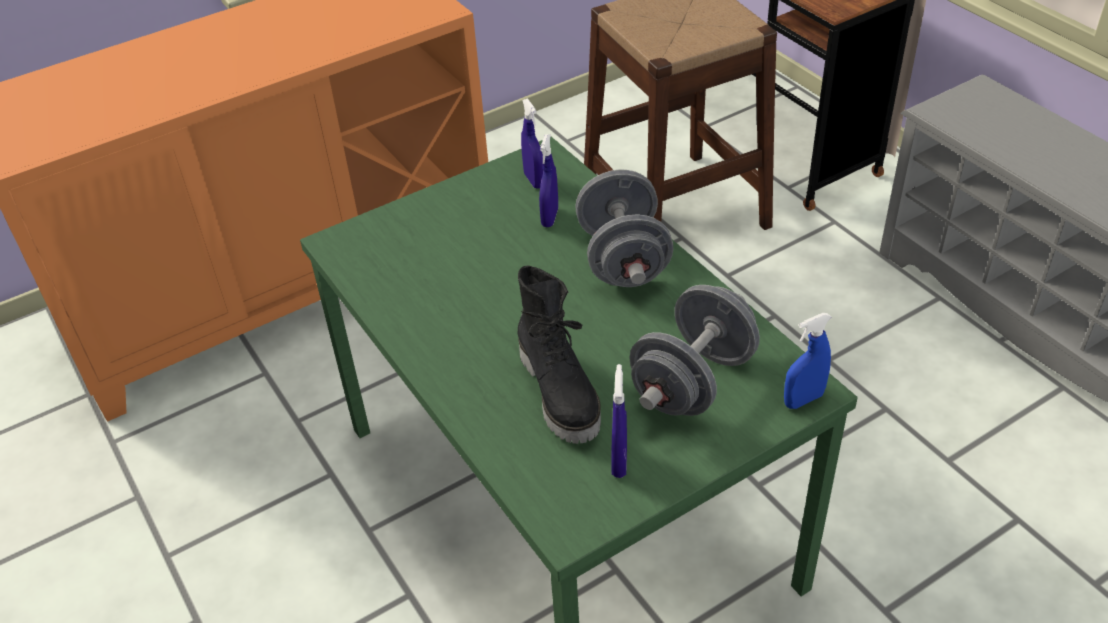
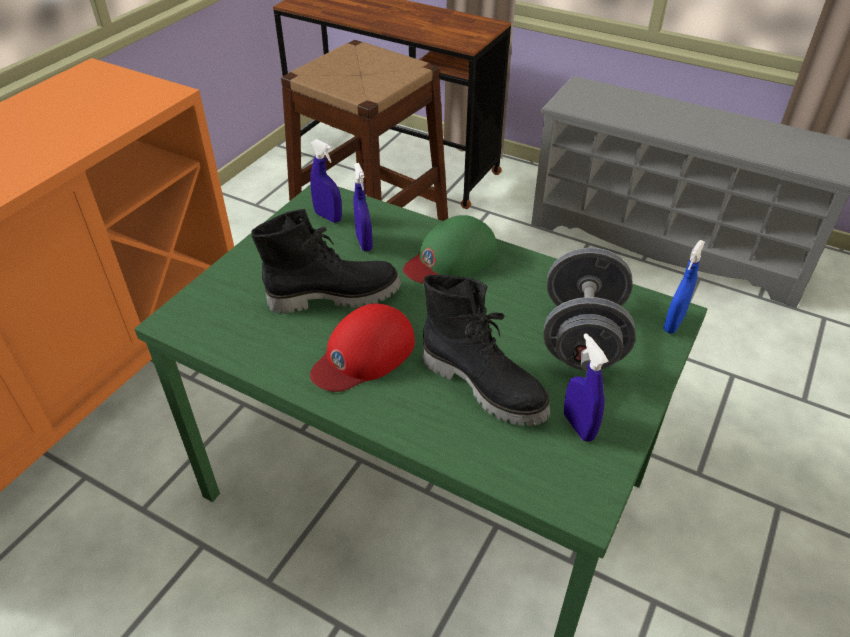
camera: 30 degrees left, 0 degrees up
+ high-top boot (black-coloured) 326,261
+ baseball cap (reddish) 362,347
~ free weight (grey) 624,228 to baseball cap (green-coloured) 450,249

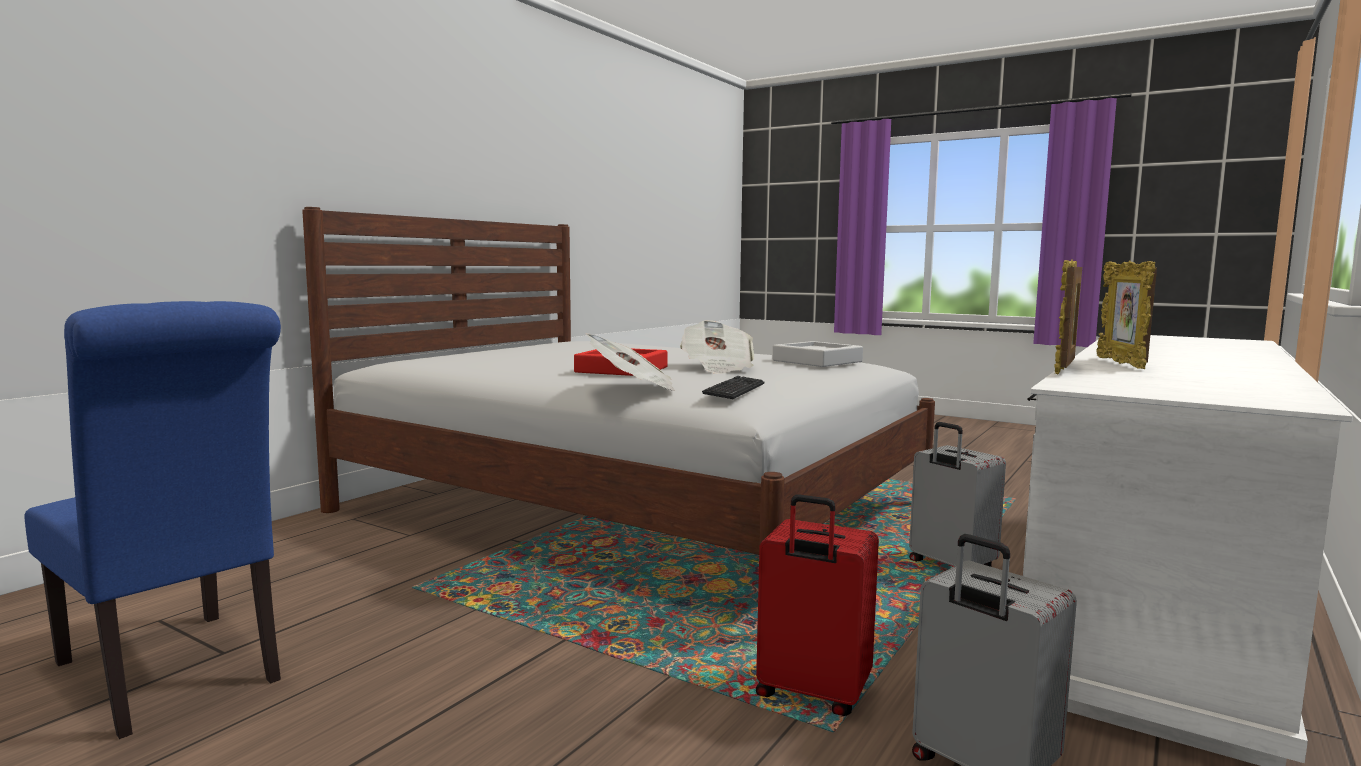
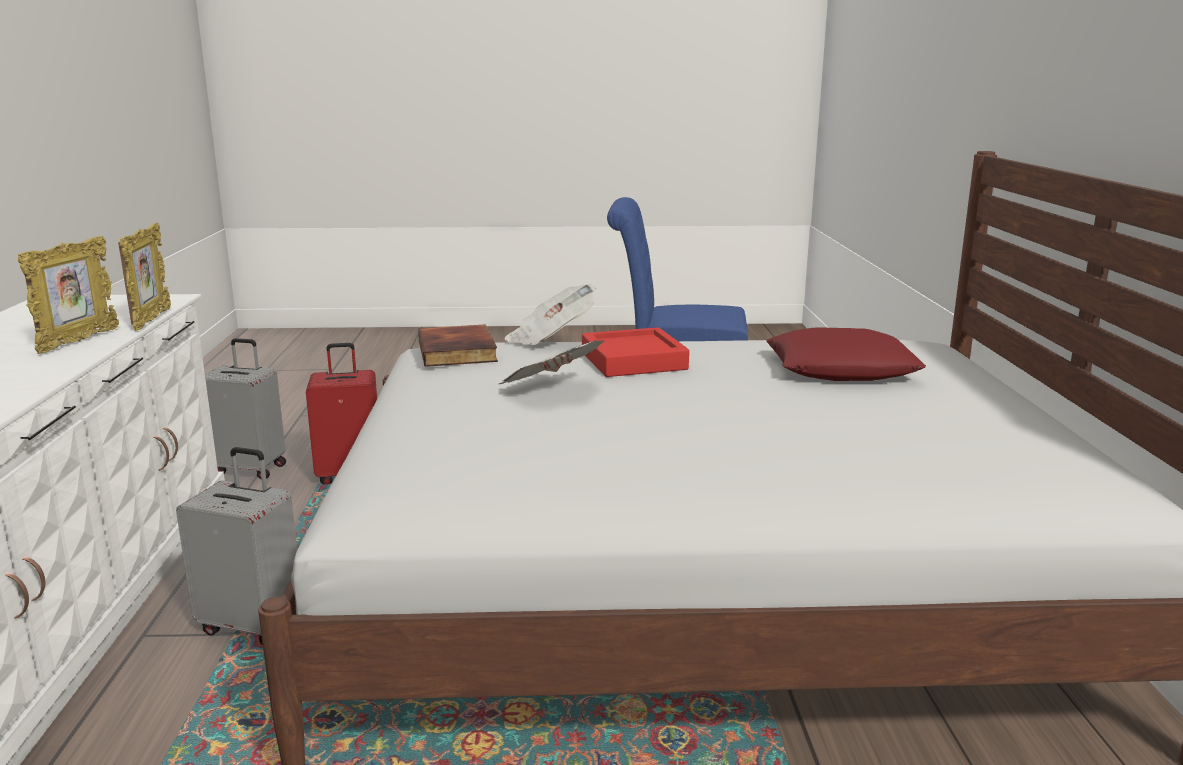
camera: 145 degrees right, 10 degrees up
~ standing frame 1127,314 = 68,295 45 degrees clockwise
~ keyboard 733,387 to book 458,345
+ pillow (reddish) 846,354
- tray (grey) 818,354

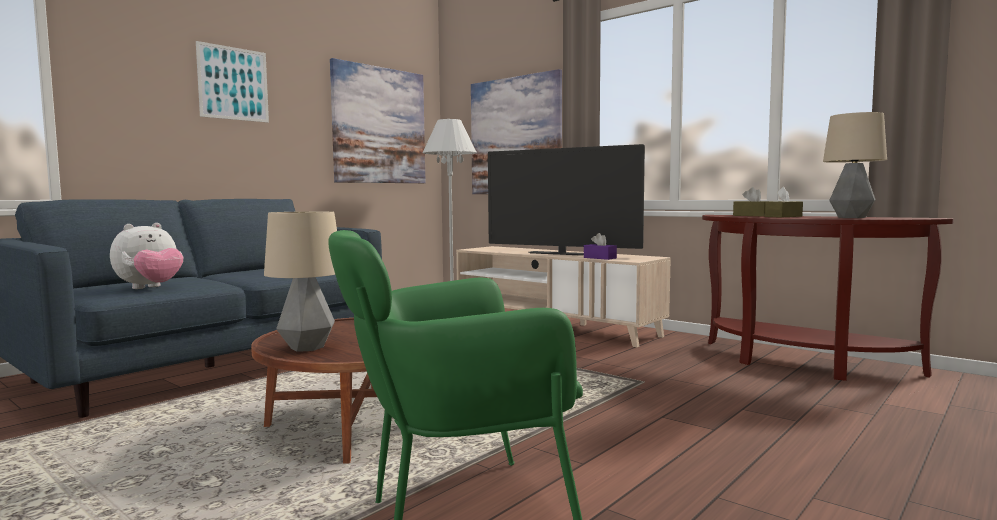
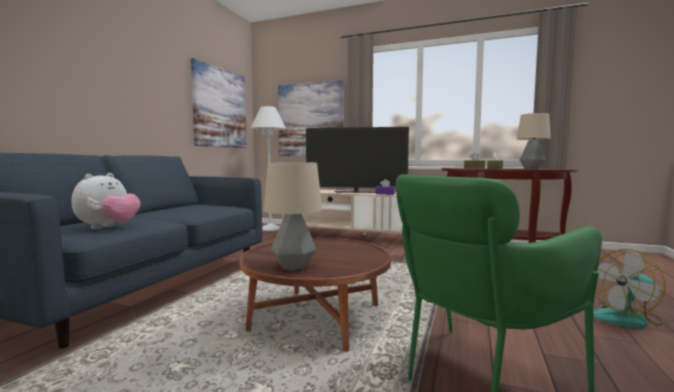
camera: 20 degrees left, 0 degrees up
+ cooling fan 629,289
- wall picture 232,82

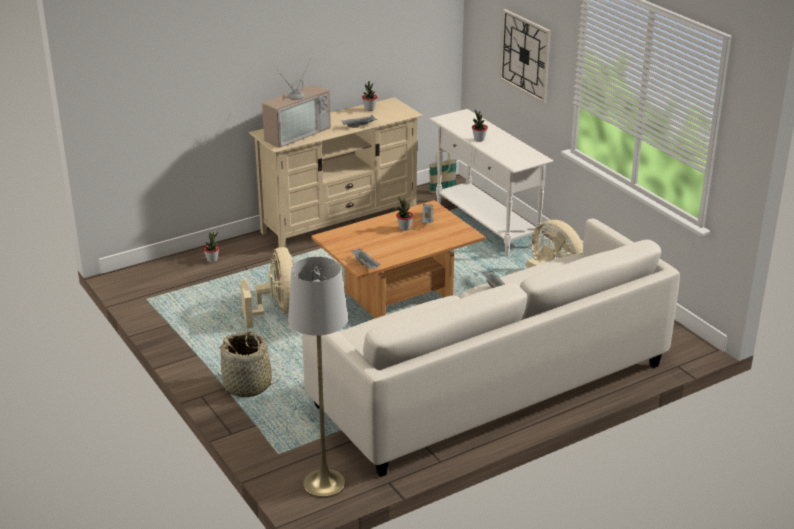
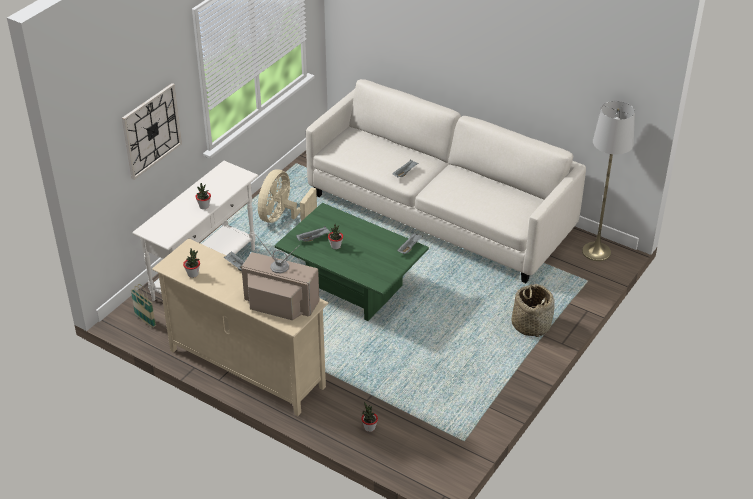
camera: 115 degrees left, 10 degrees up
~ lounge table (brown) 398,259 to lounge table (green-coloured) 351,262
- cooling fan (sand-coloured) 267,287

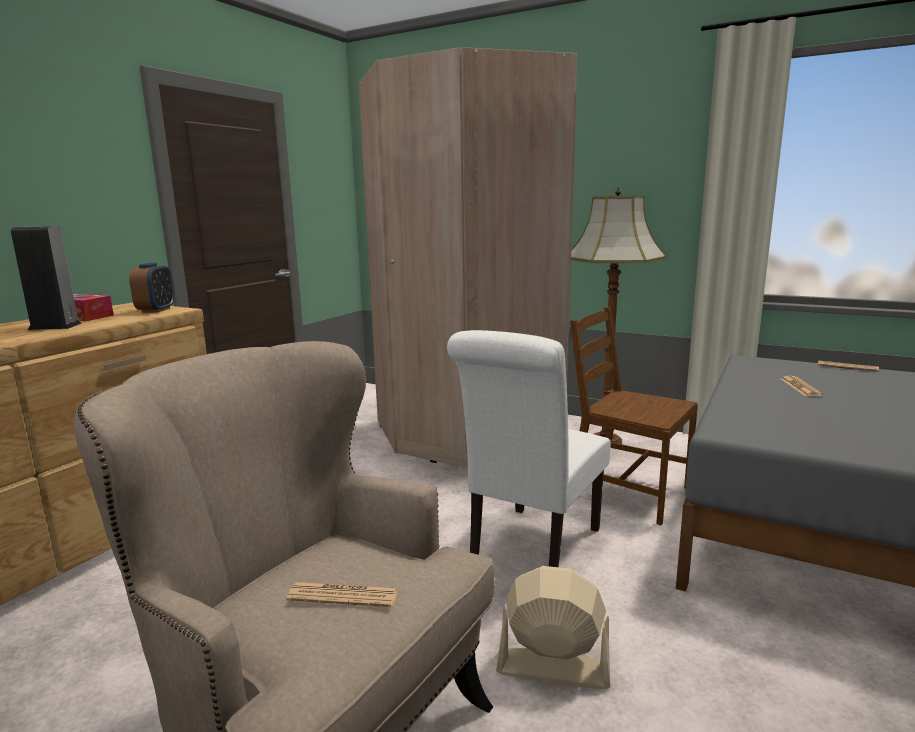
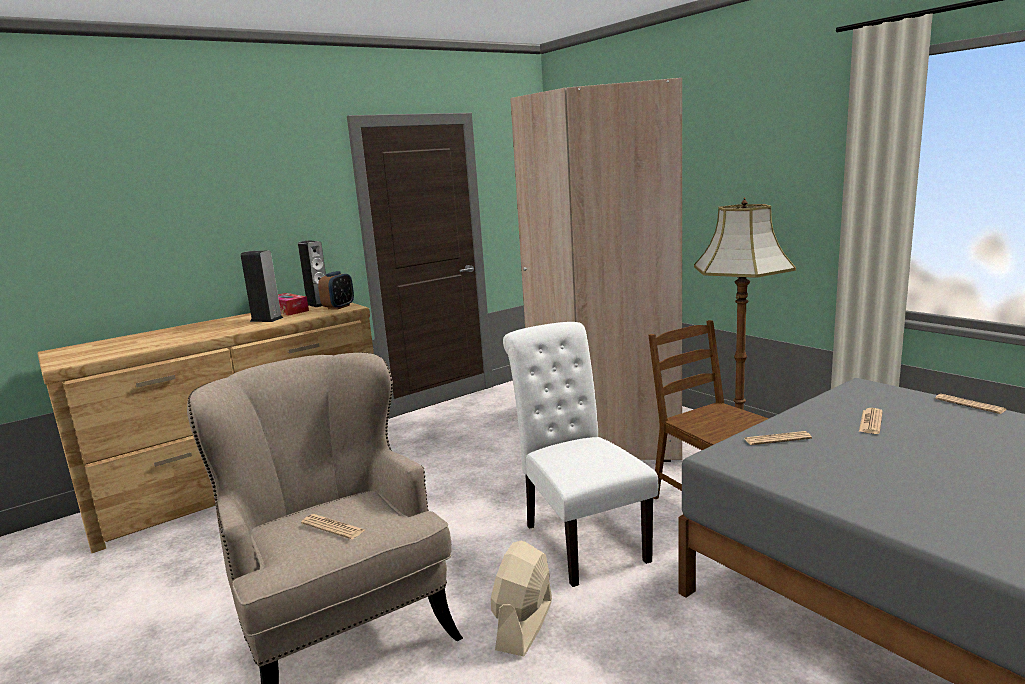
camera: 25 degrees right, 0 degrees up
+ audio speaker 312,273
~ cooling fan (sand-coloured) 553,627 = 521,598 105 degrees counterclockwise
~ upright chair (white-coloured) 529,448 = 580,454 105 degrees clockwise
+ printed paper 778,438

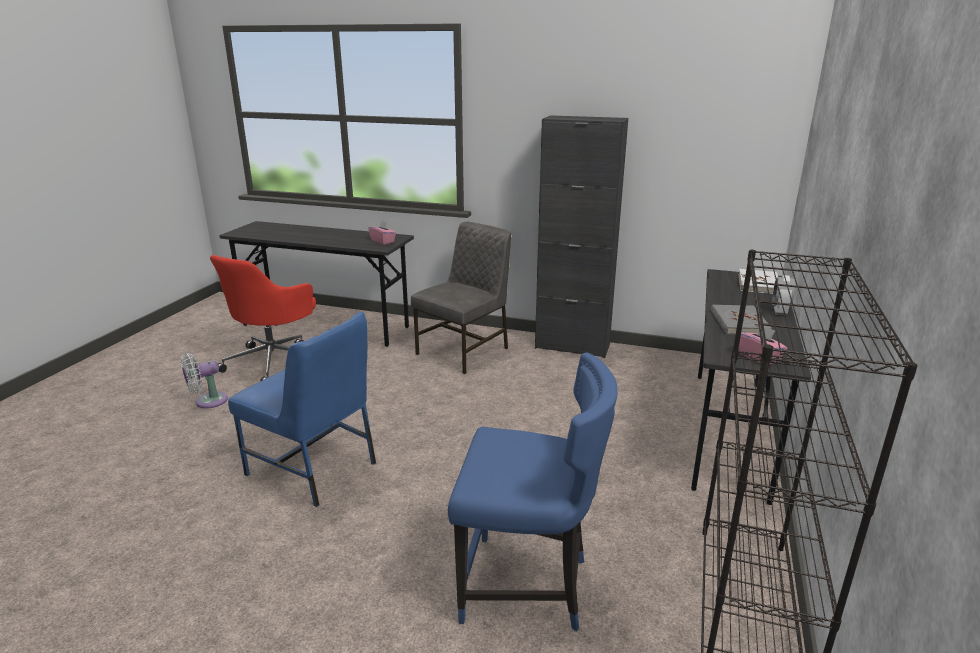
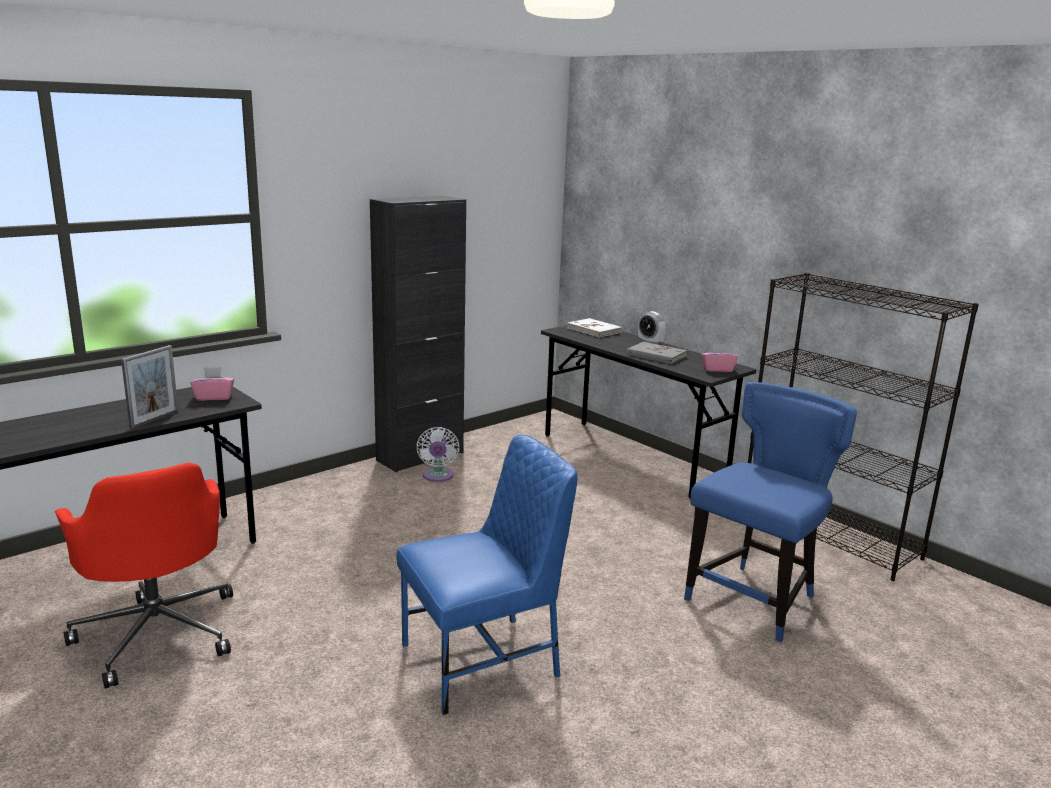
camera: 60 degrees left, 5 degrees down
+ standing frame 149,387
~ cooling fan (white-coloured) 204,380 to 437,454
- upright chair (grey) 461,298

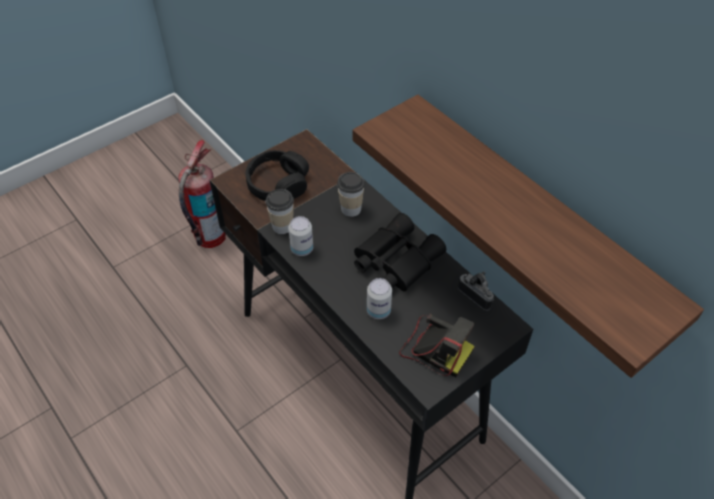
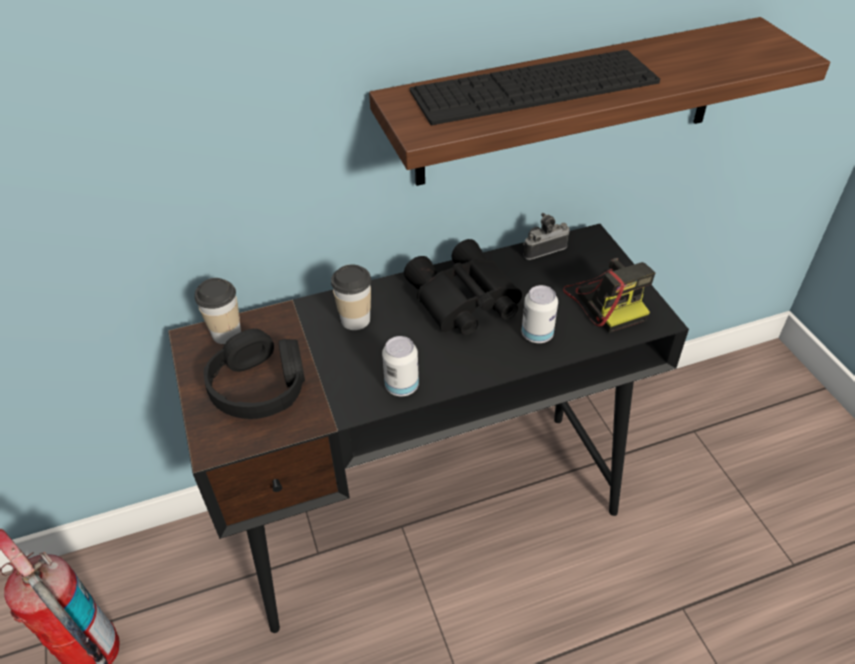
camera: 70 degrees left, 5 degrees down
~ small cup 280,211 to 218,311
+ keyboard 535,87
~ photo camera 437,345 = 609,295 105 degrees clockwise

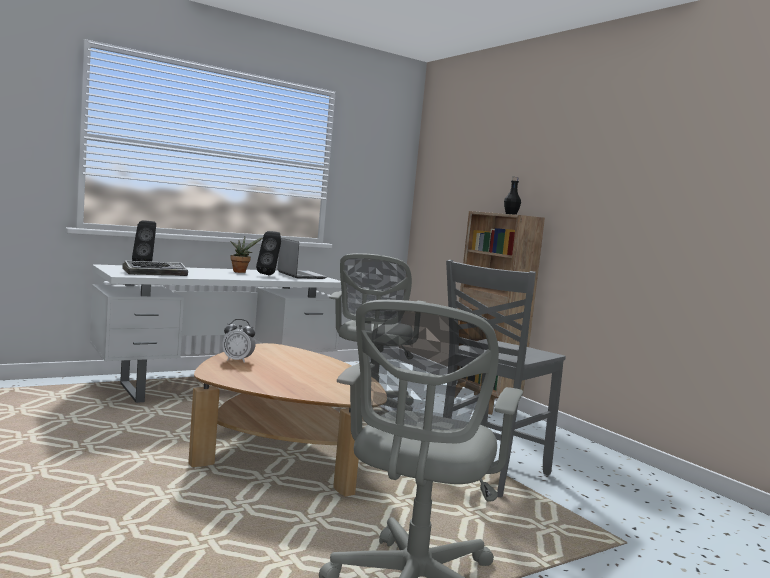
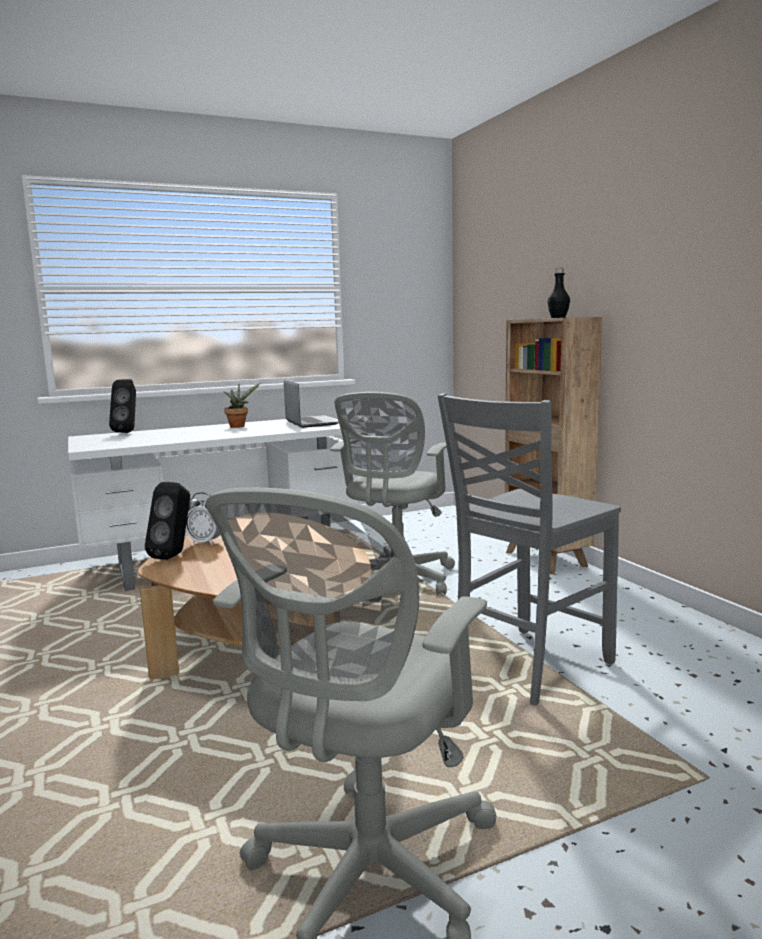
camera: 10 degrees right, 5 degrees up
~ audio speaker (black-coloured) 268,253 to 167,521
- keyboard 155,268

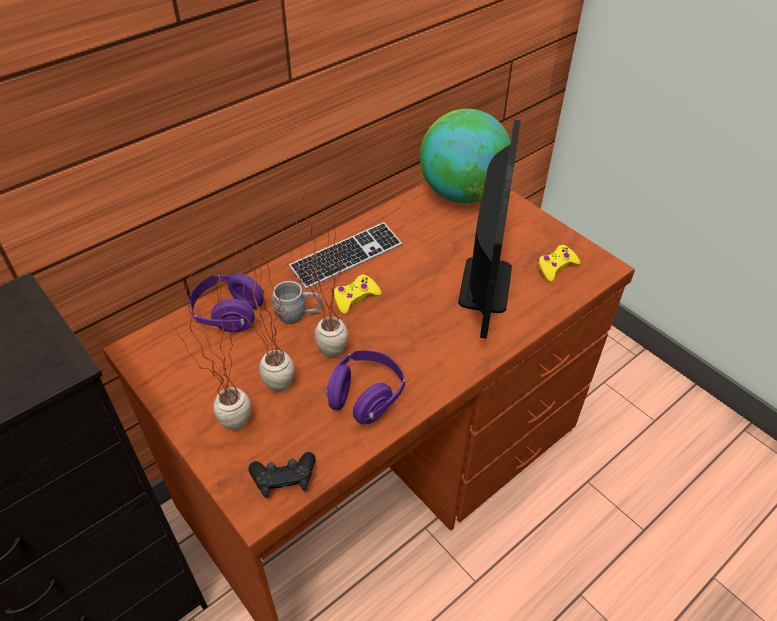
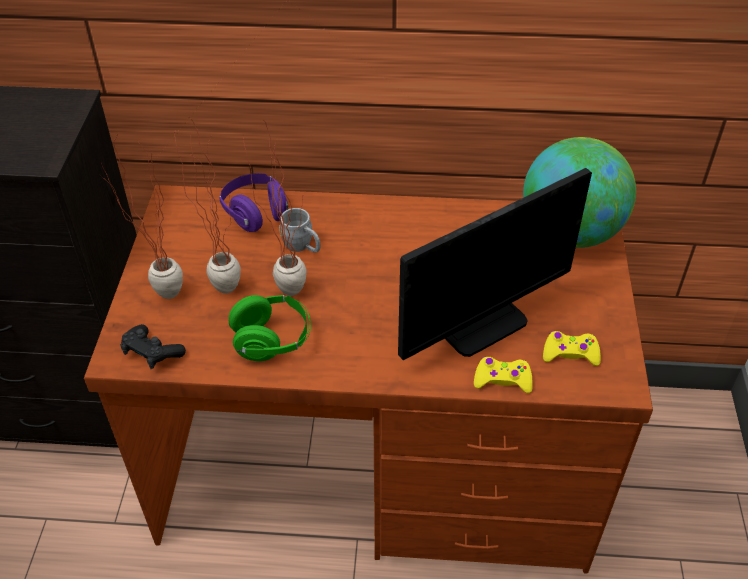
camera: 45 degrees right, 0 degrees up
~ pair of headphones (purplish) 365,387 to pair of headphones (green-coloured) 270,328
~ joypad (yellow) 358,294 to 503,374
- keyboard 345,255

